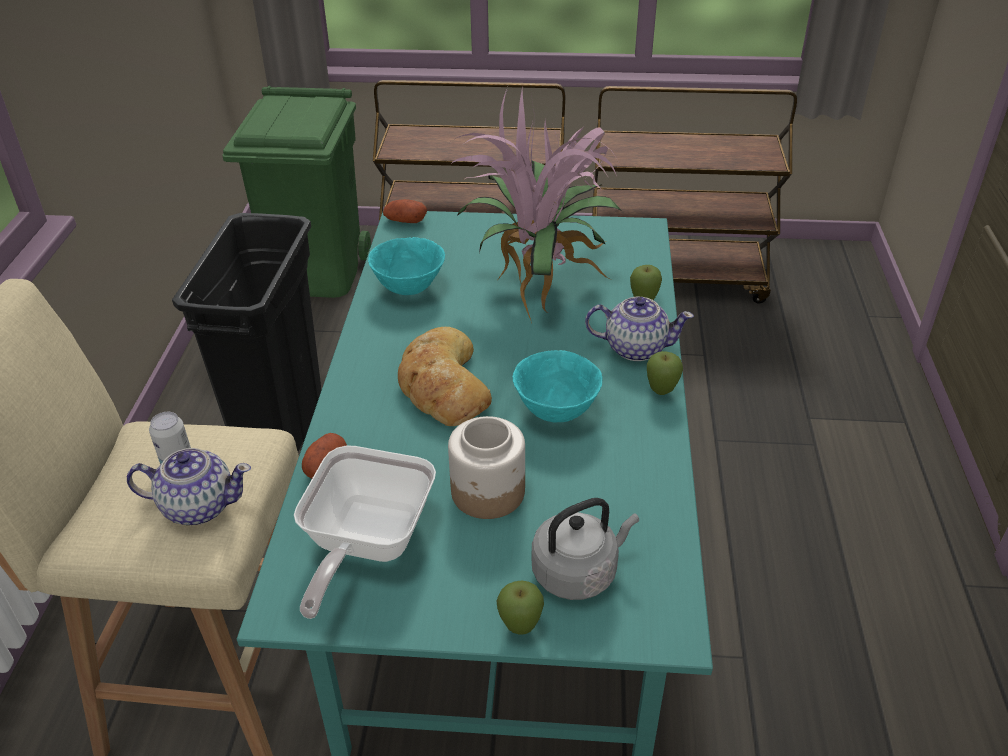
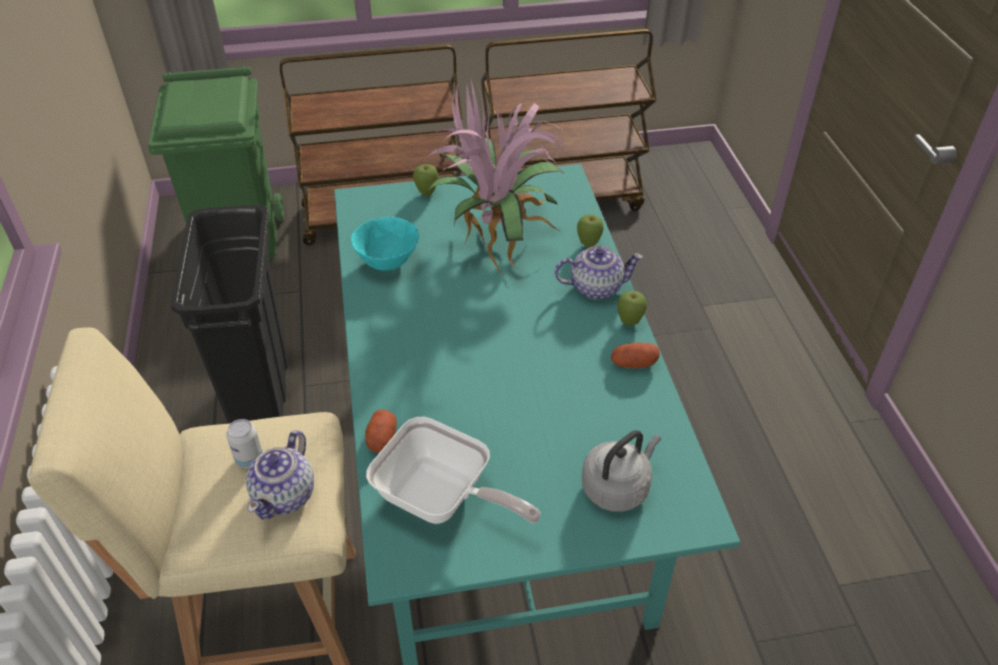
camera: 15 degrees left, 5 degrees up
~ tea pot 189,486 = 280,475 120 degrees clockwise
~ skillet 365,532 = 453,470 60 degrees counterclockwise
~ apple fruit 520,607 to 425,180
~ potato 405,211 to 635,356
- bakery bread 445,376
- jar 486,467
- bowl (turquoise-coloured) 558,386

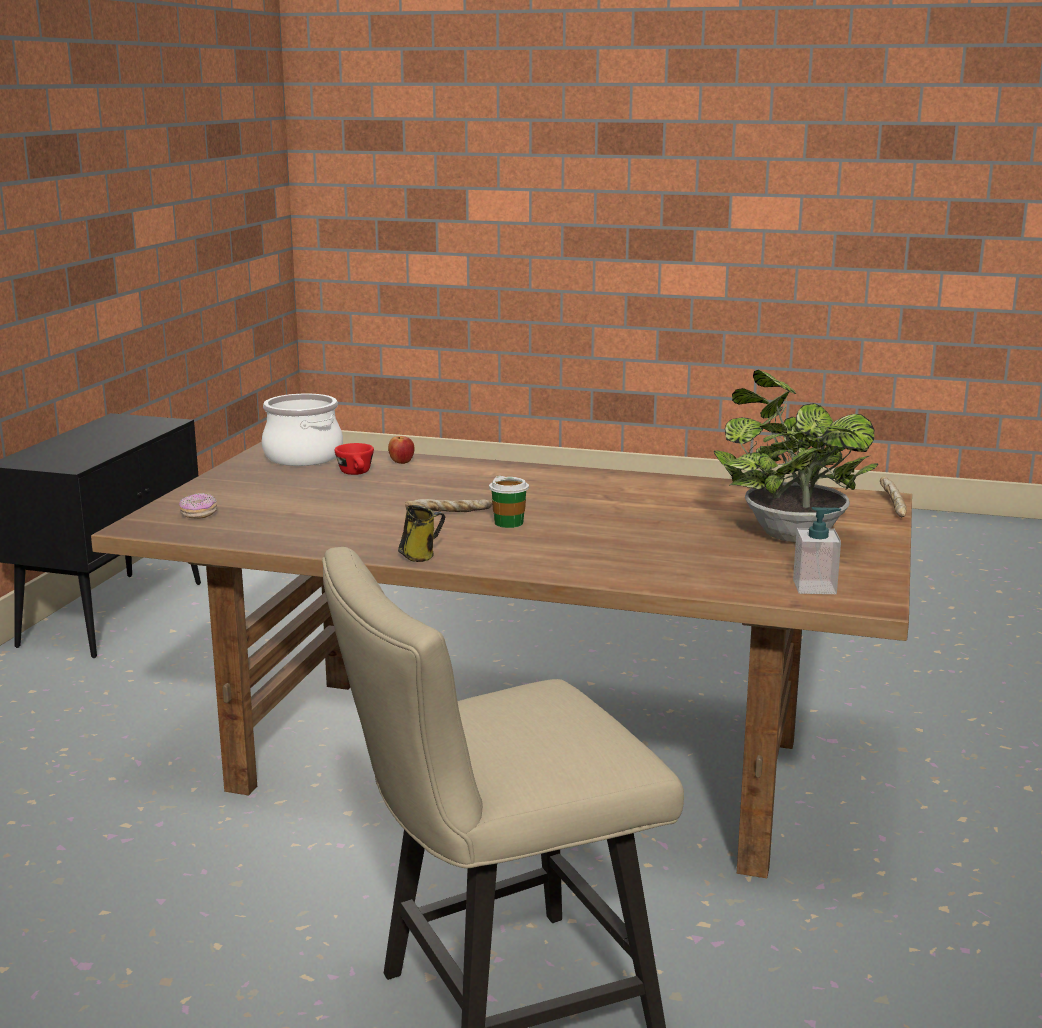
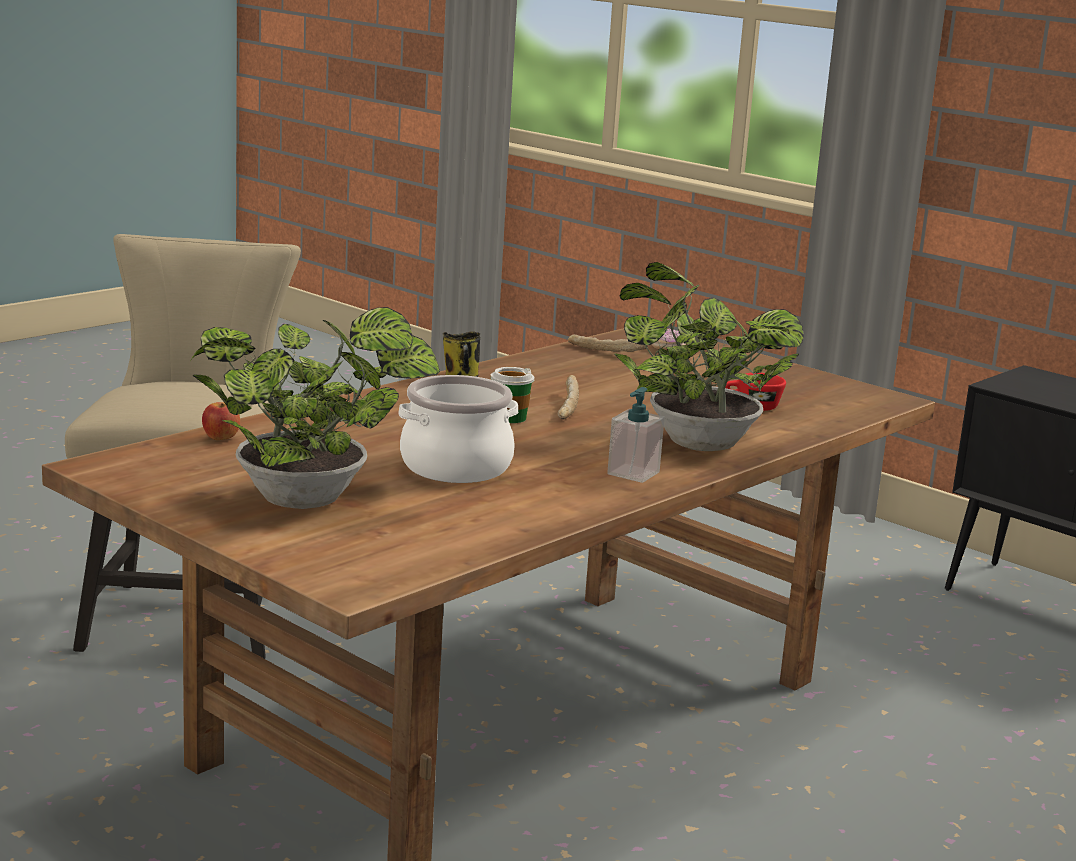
camera: 115 degrees right, 0 degrees up
~ apple fruit 401,450 to 221,421
~ stockpot 302,430 to 458,429
~ bakery bread 893,496 to 608,343
~ liquid soap bottle 817,550 to 636,435
+ plant in a pot 709,356

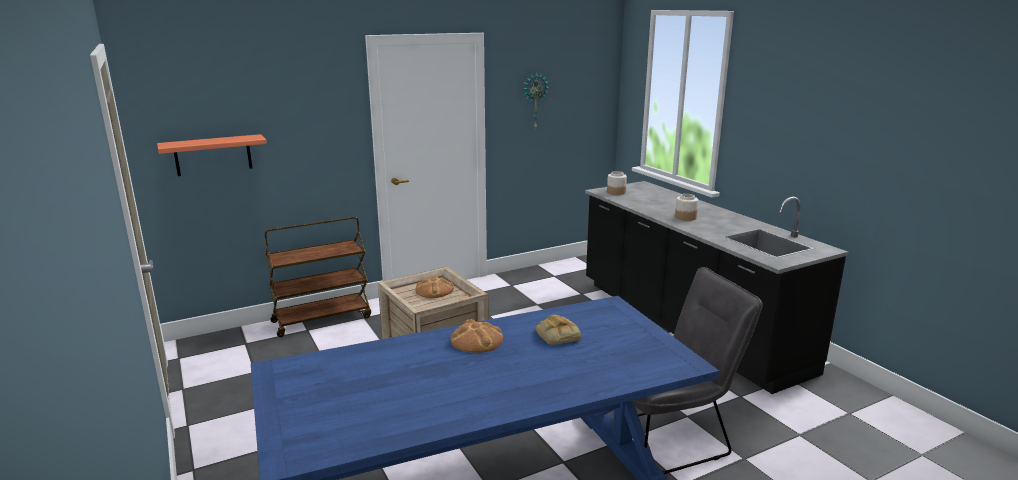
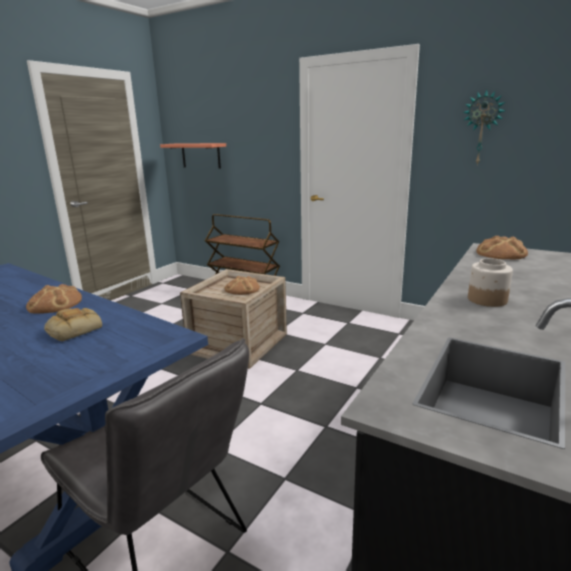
camera: 60 degrees right, 0 degrees up
~ jar 617,183 to bakery bread 502,248

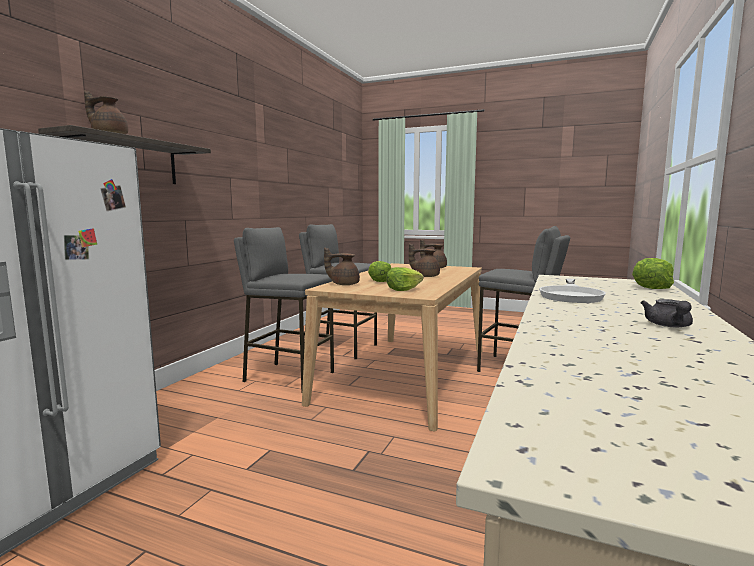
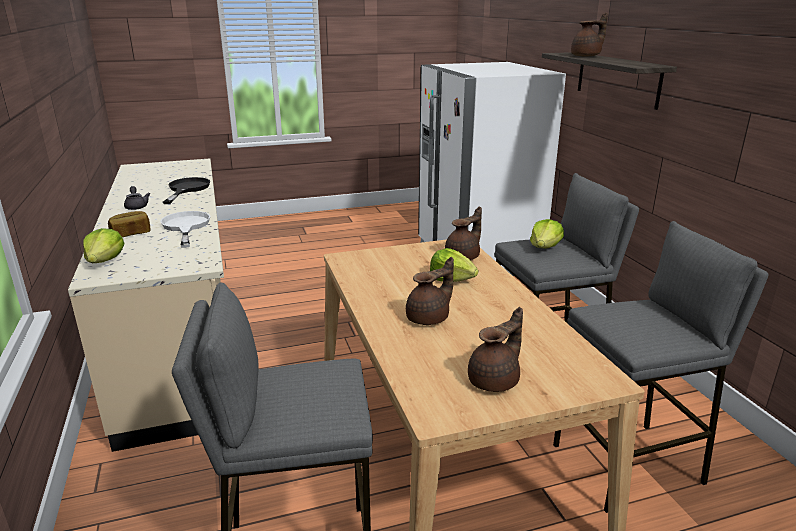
camera: 140 degrees right, 15 degrees up
+ bakery bread 129,224
+ skillet (black-coloured) 186,190
~ lettuce head 405,279 to 547,233

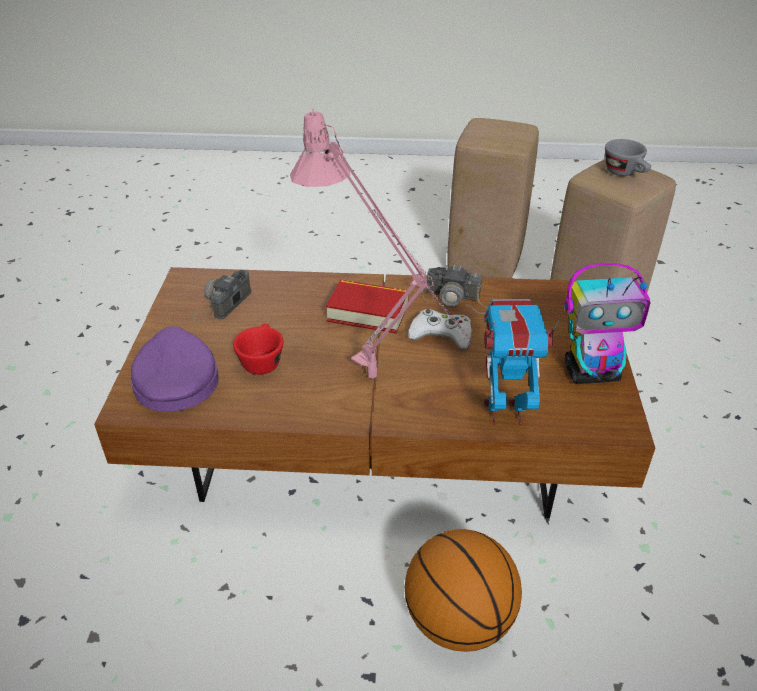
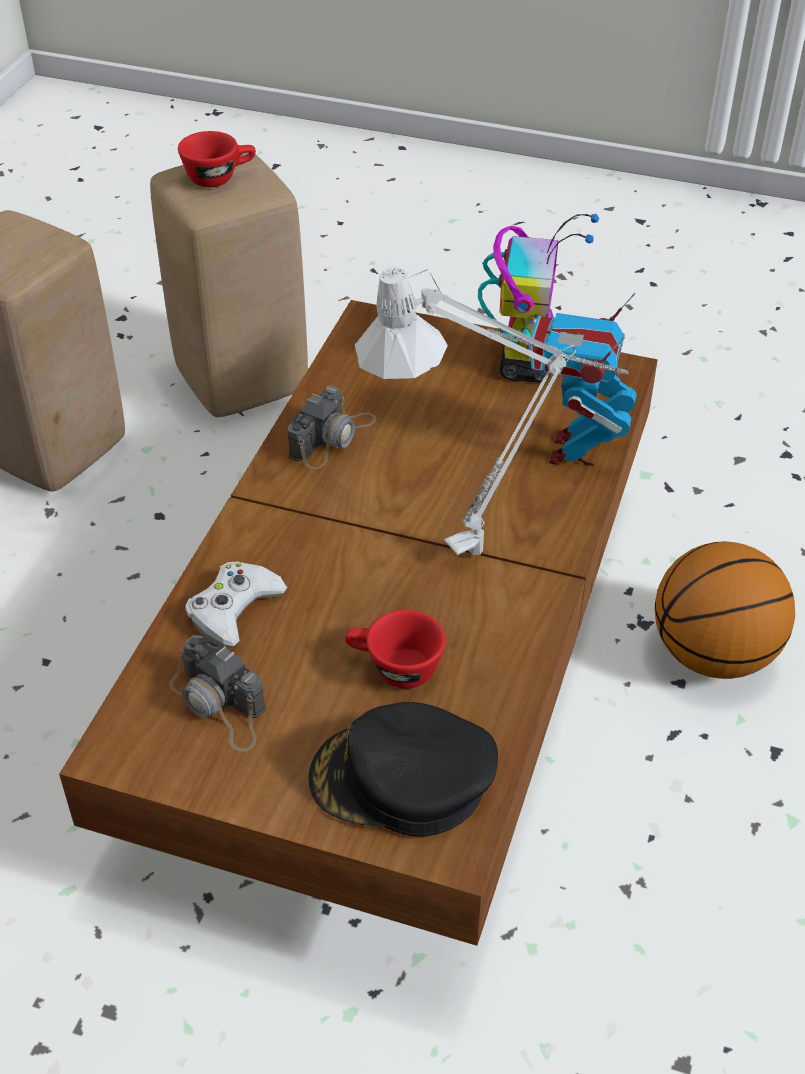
camera: 75 degrees left, 5 degrees up
~ small cup (grey) 628,157 to small cup (reddish) 217,159
~ joypad (white-coloured) 440,329 to 236,604
~ baseball cap (purplish) 175,369 to baseball cap (black-coloured) 403,769
~ tabletop lamp (pinkish) 380,243 to tabletop lamp (grey) 492,412
- book 367,307

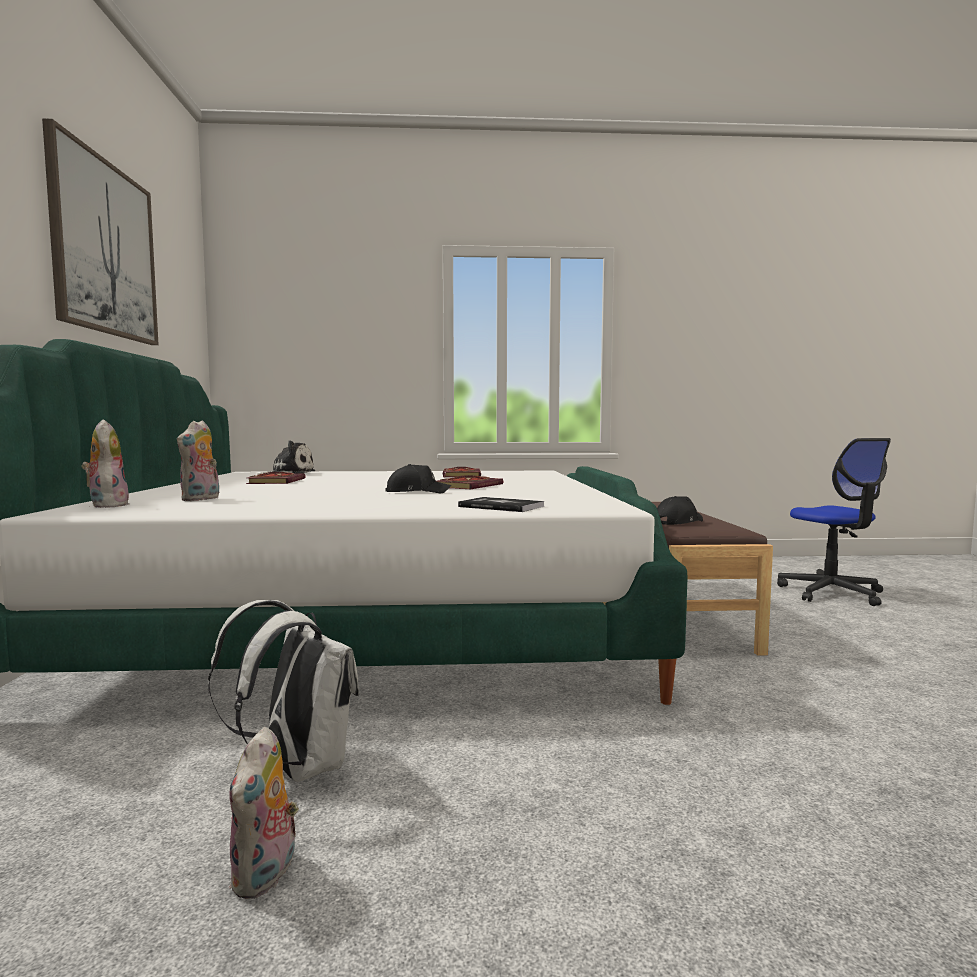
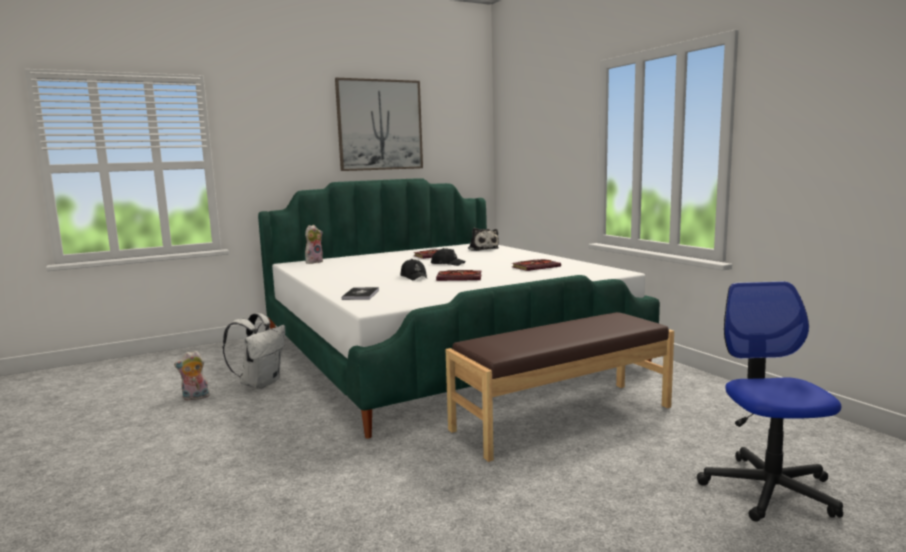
camera: 65 degrees right, 5 degrees up
~ baseball cap (black-coloured) 680,510 to 448,257
~ office chair 834,522 = 770,401 135 degrees clockwise
- plush toy 198,461

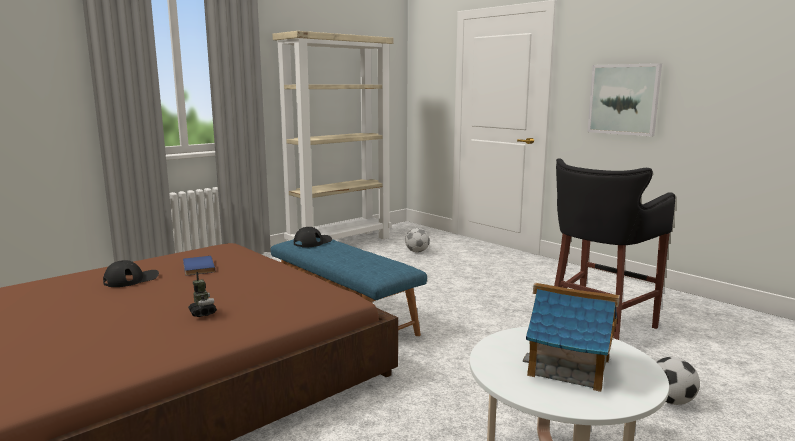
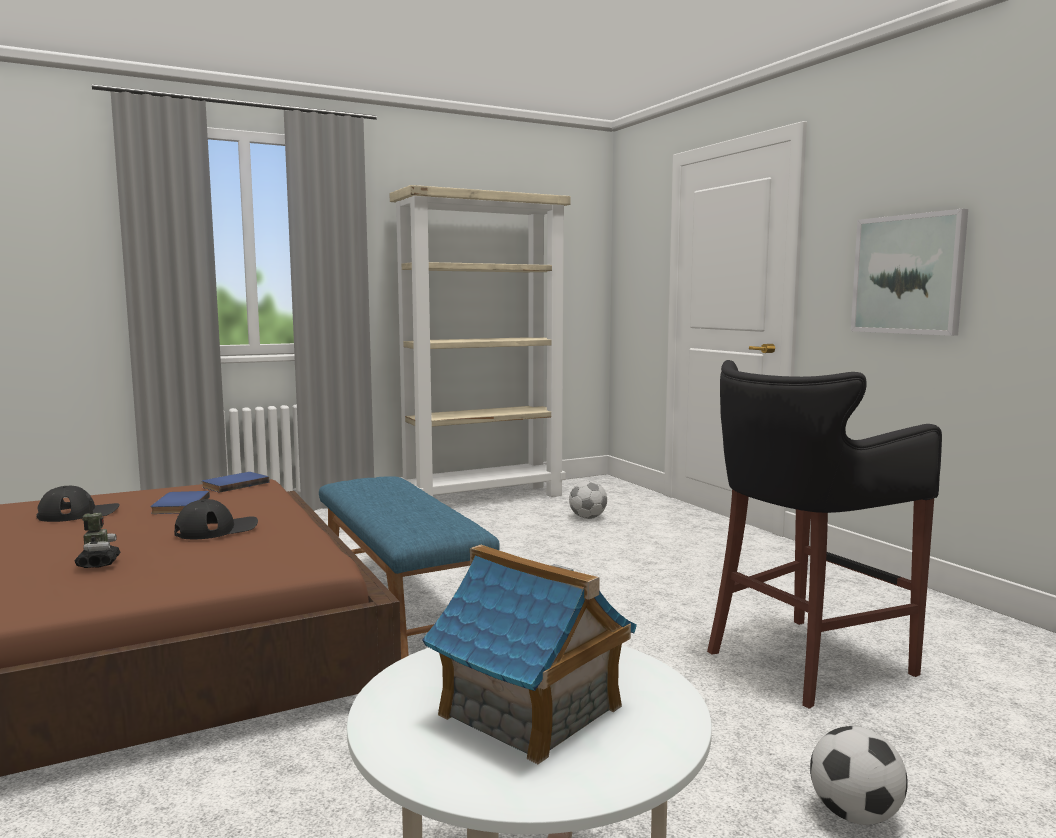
camera: 15 degrees right, 5 degrees down
~ baseball cap (black-coloured) 313,237 to 216,519
+ book (blue-coloured) 235,482

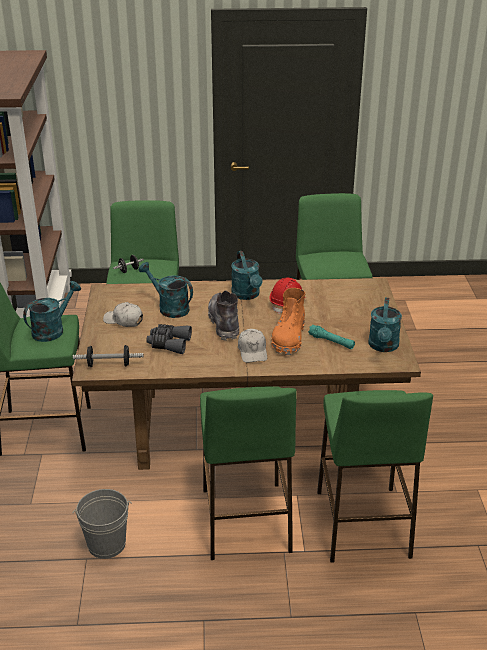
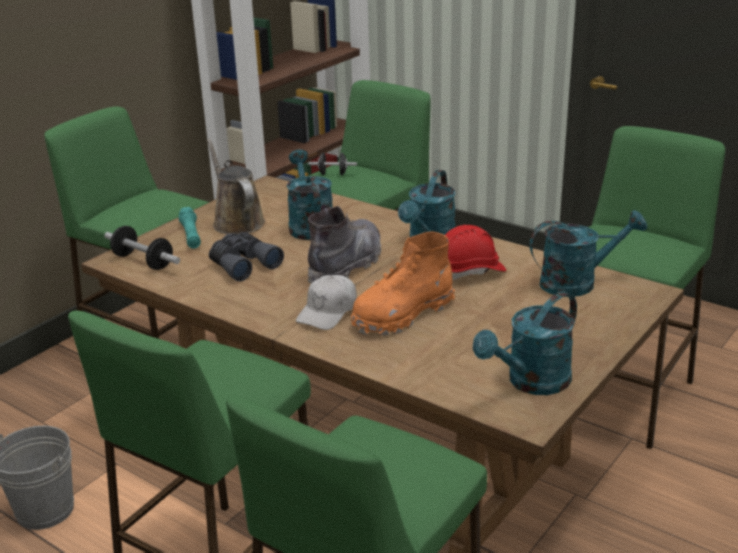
camera: 40 degrees right, 5 degrees down
~ flashlight (turquoise-coloured) 331,336 to 189,228
~ baseball cap (white-coloured) 123,314 to sprinkling can (brown) 236,186
~ sprinkling can (turquoise-coloured) 52,311 to 588,253

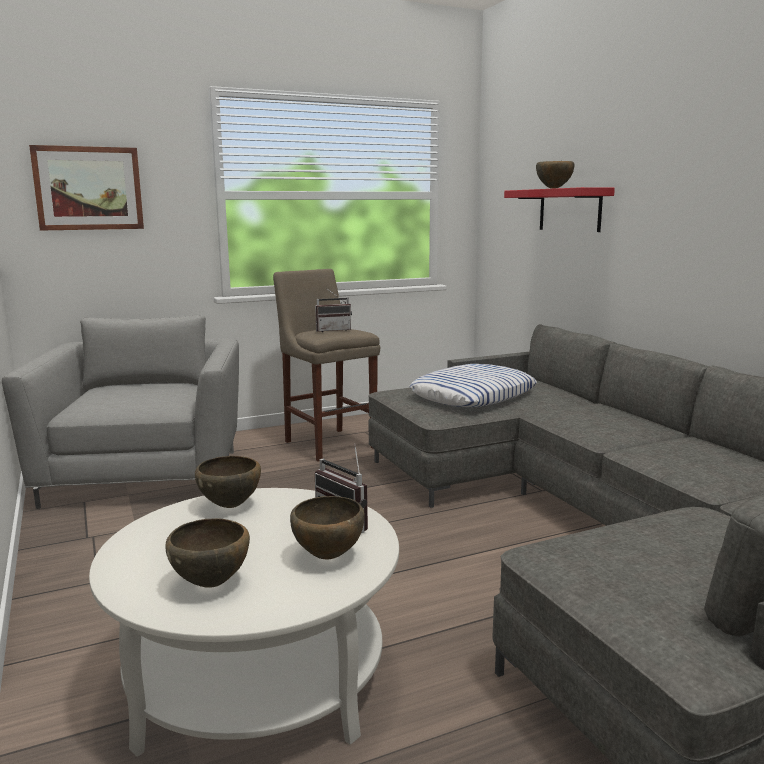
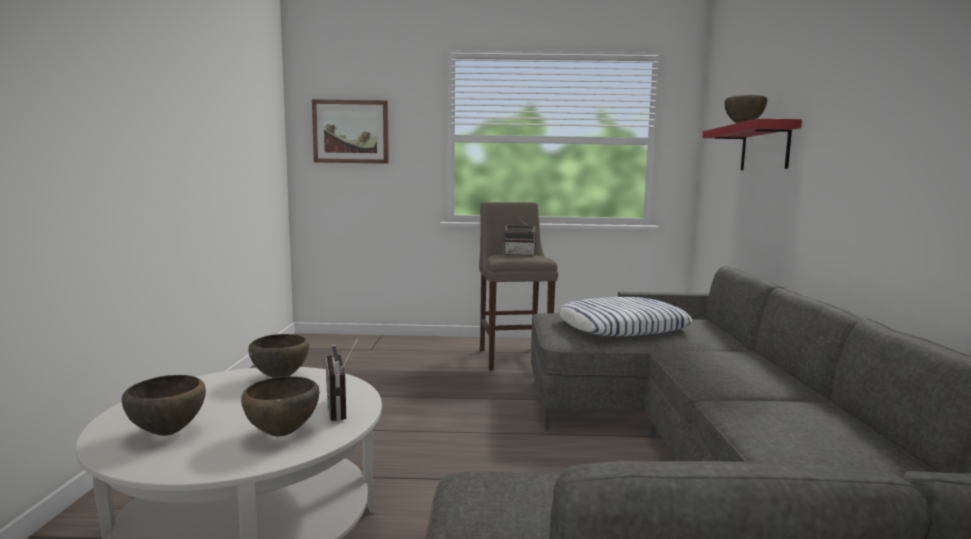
camera: 25 degrees right, 5 degrees down
- armchair (grey) 120,412

